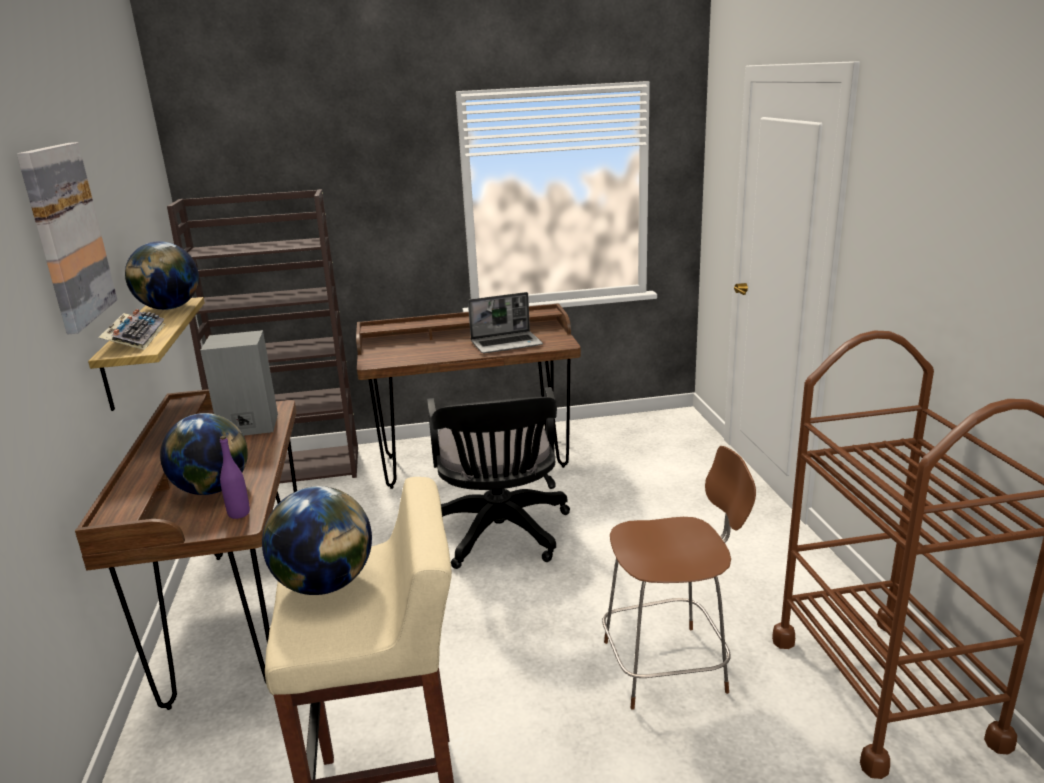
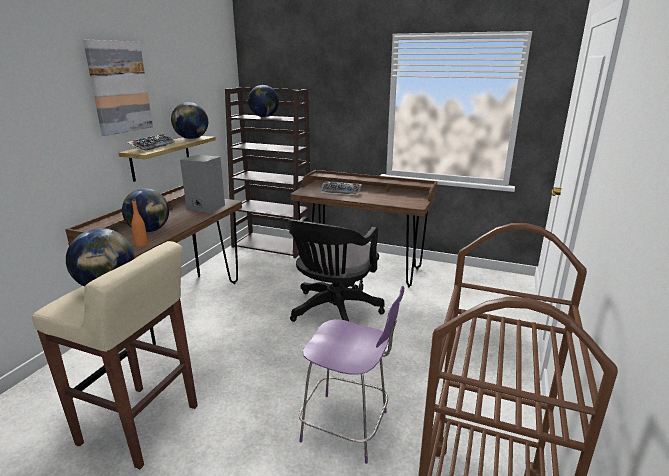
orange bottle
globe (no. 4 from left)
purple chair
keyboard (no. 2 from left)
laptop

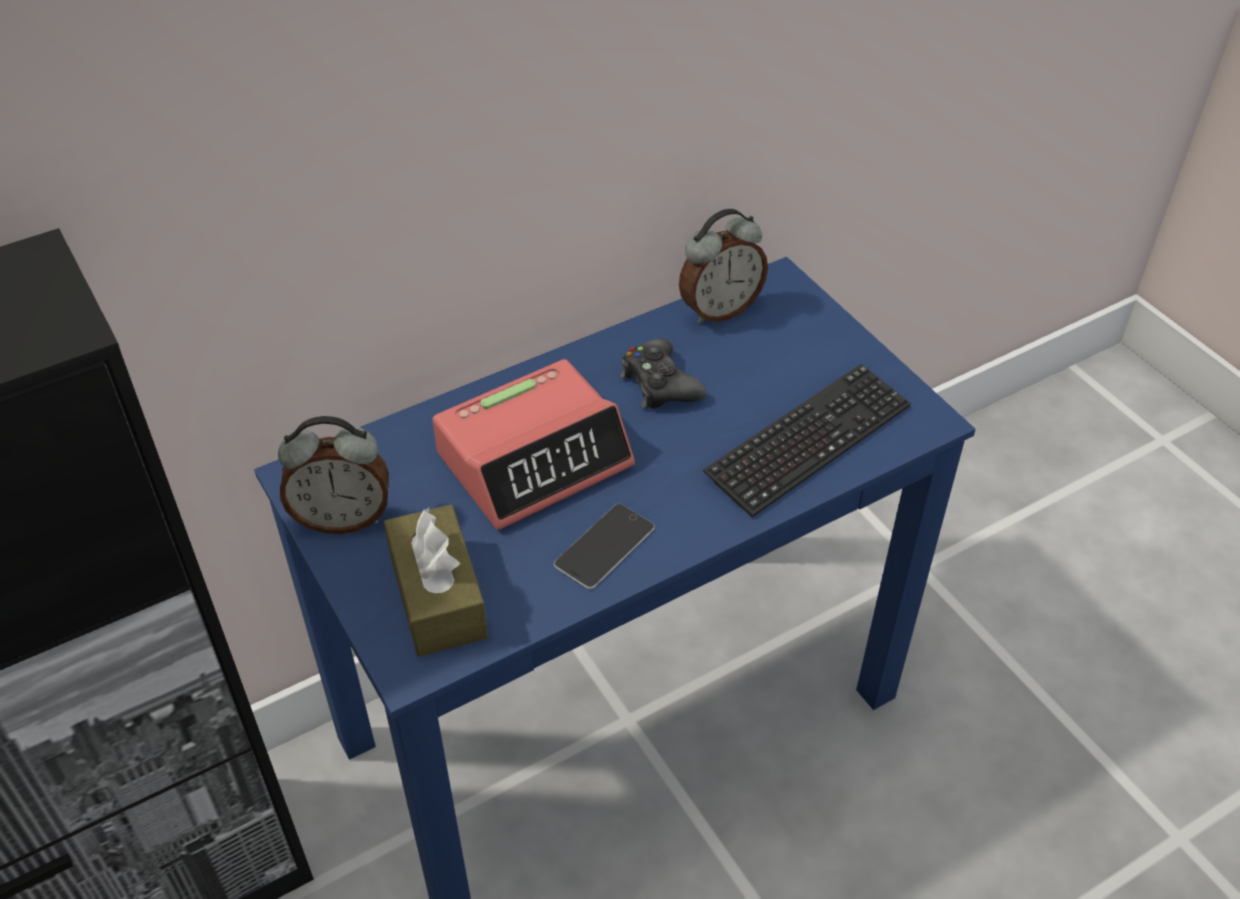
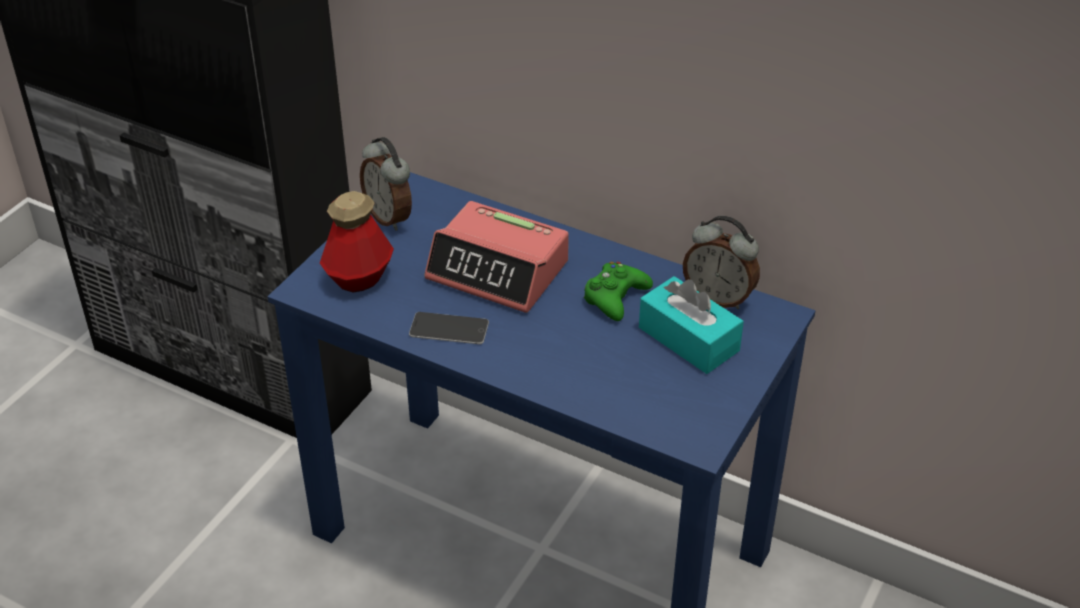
bottle
green game controller
turquoise tissue box
keyboard

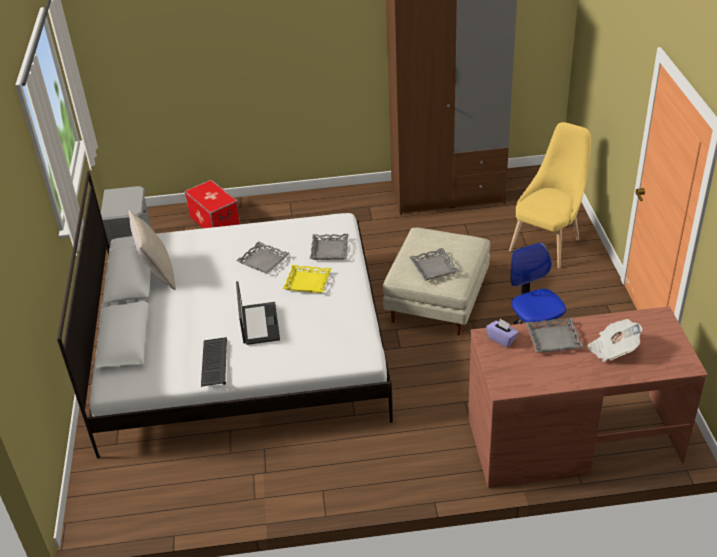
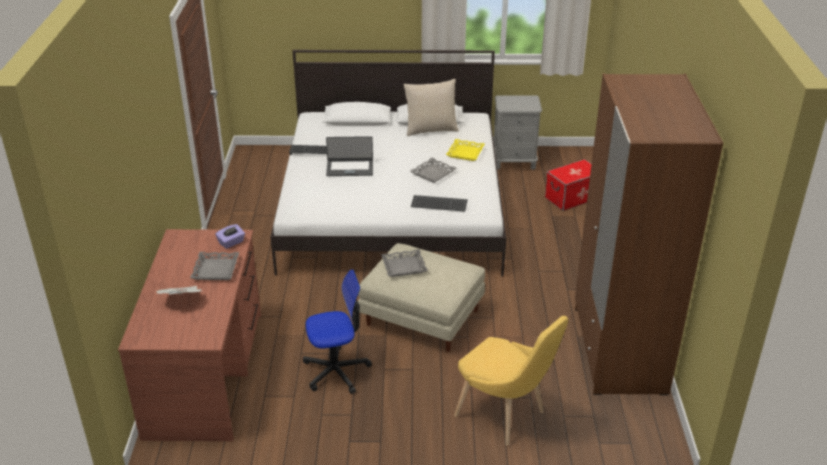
keyboard (no. 2 from left)
yellow tray

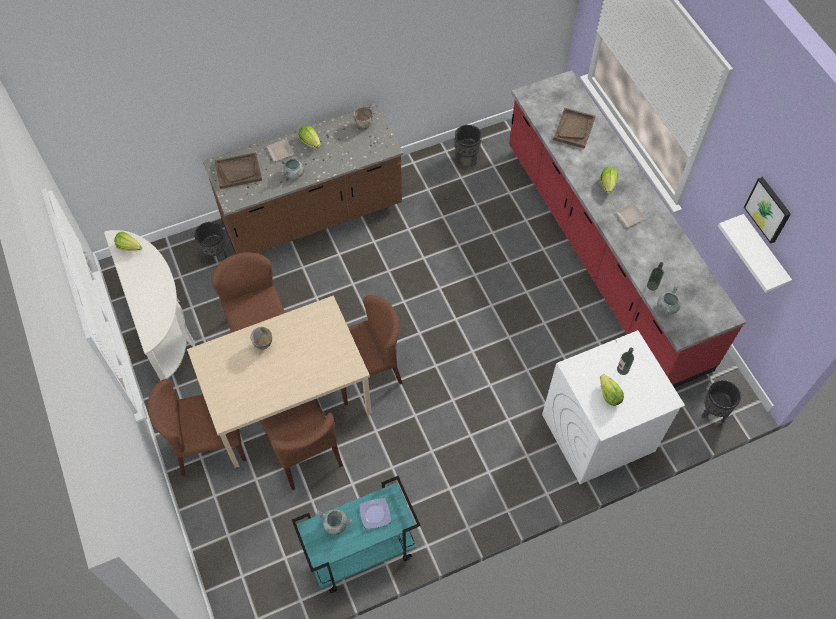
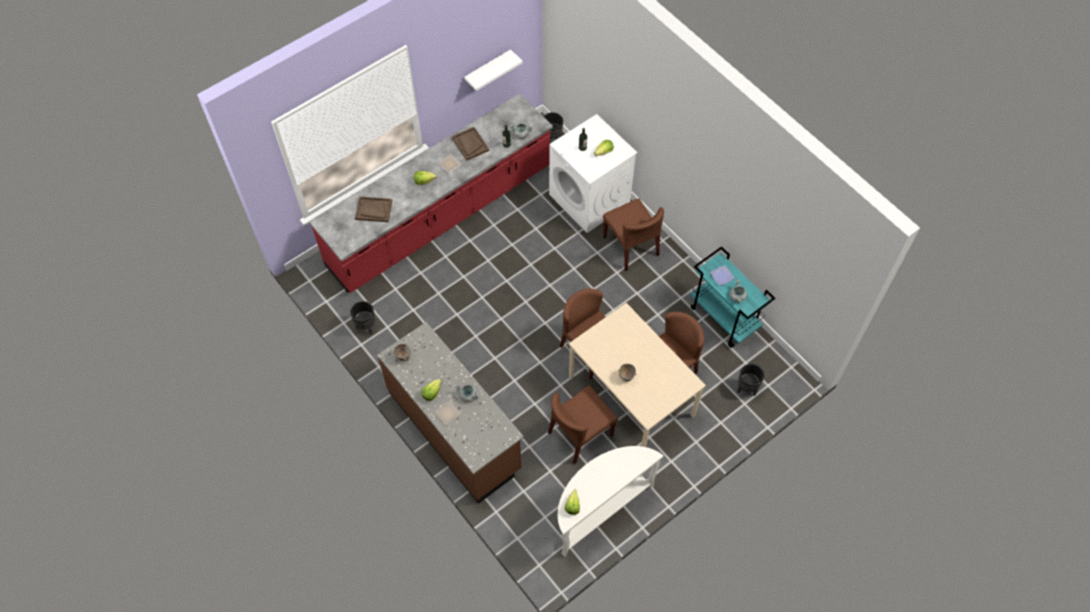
brown tray (no. 2 from left)
brown chair (no. 3 from left)
black planter (no. 3 from left)
picture

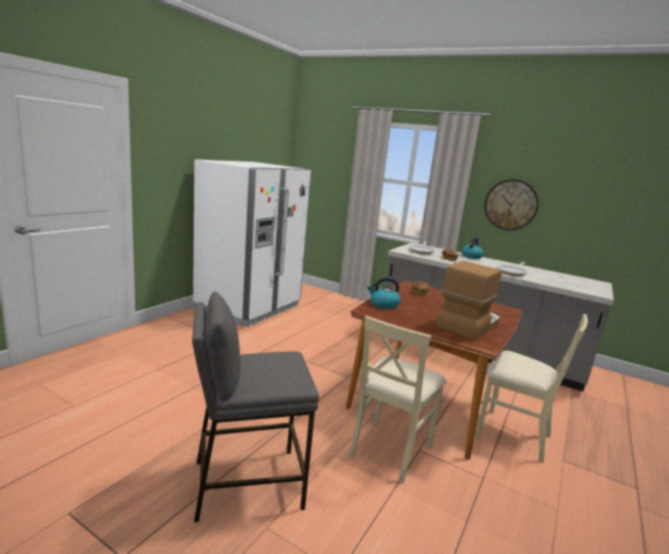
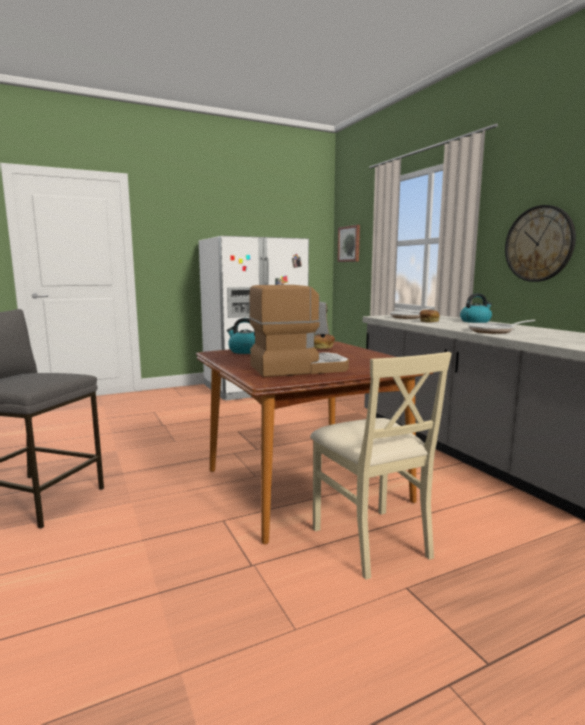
picture
beige chair (no. 1 from left in the first image)

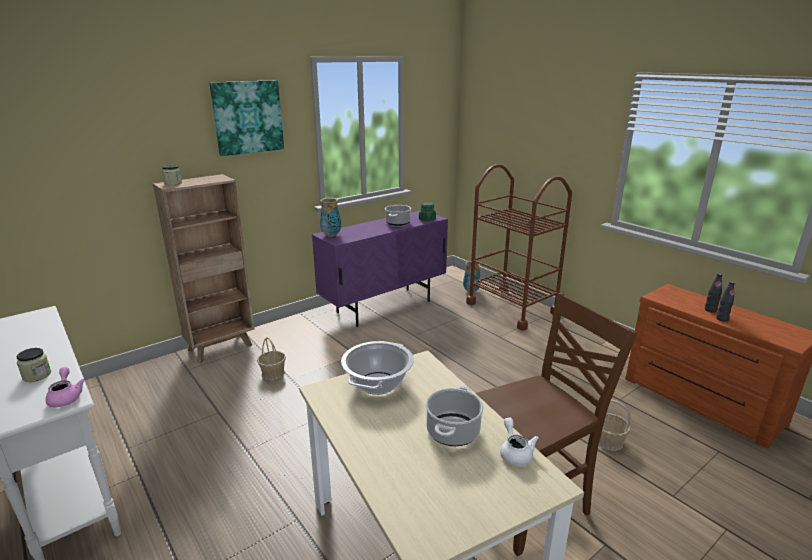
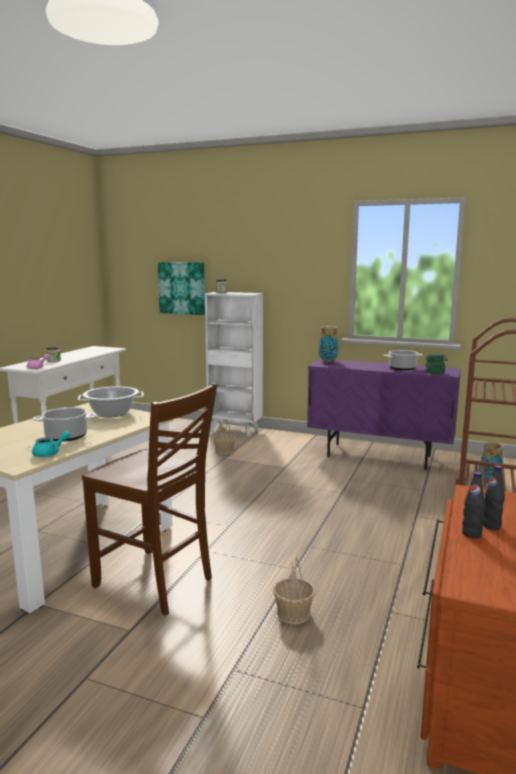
turquoise teapot
picture
white bookcase

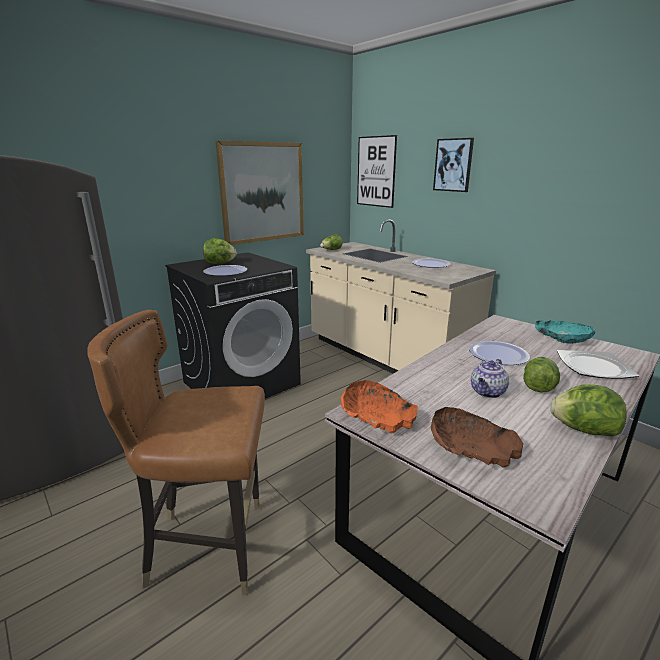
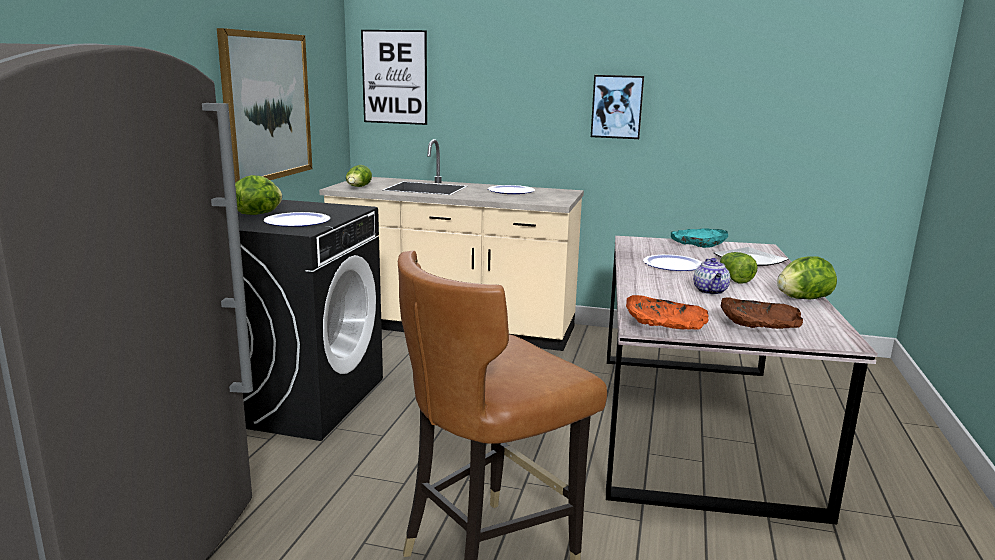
picture (no. 3 from left)

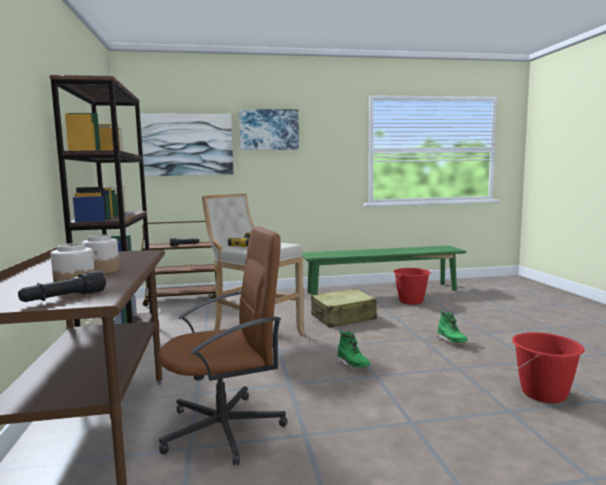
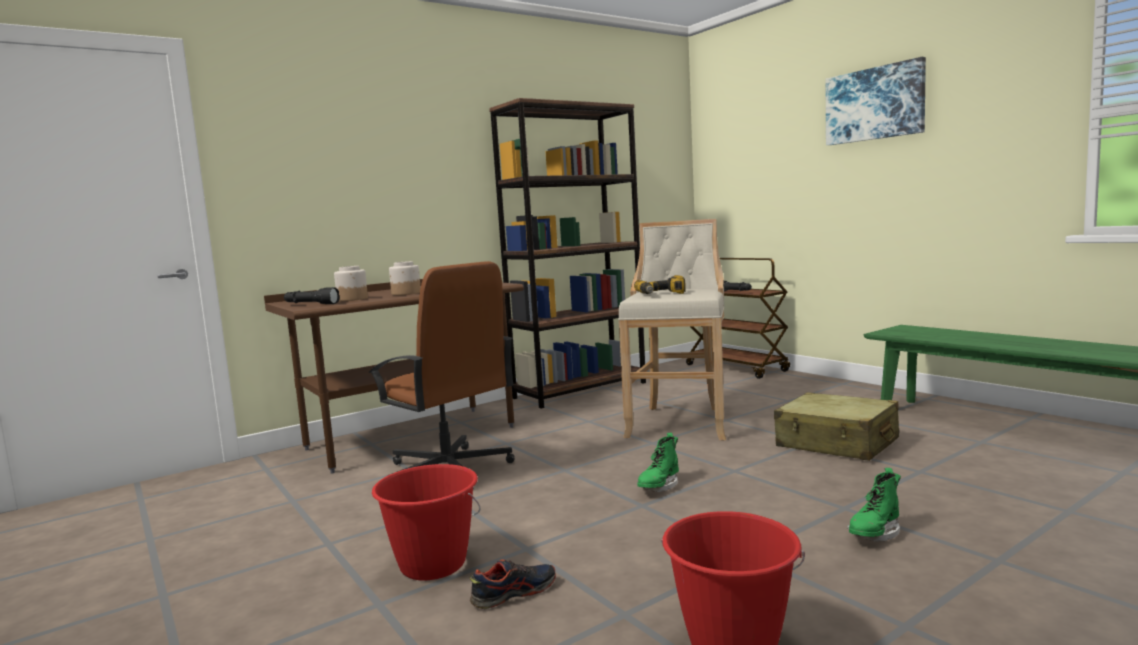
red bucket (no. 1 from left)
shoe
picture (no. 1 from left in the first image)

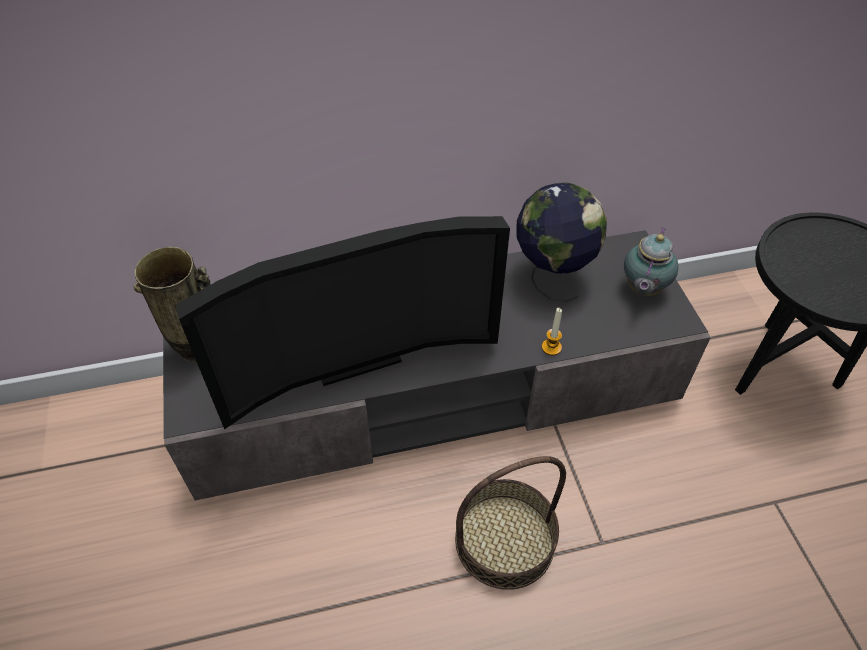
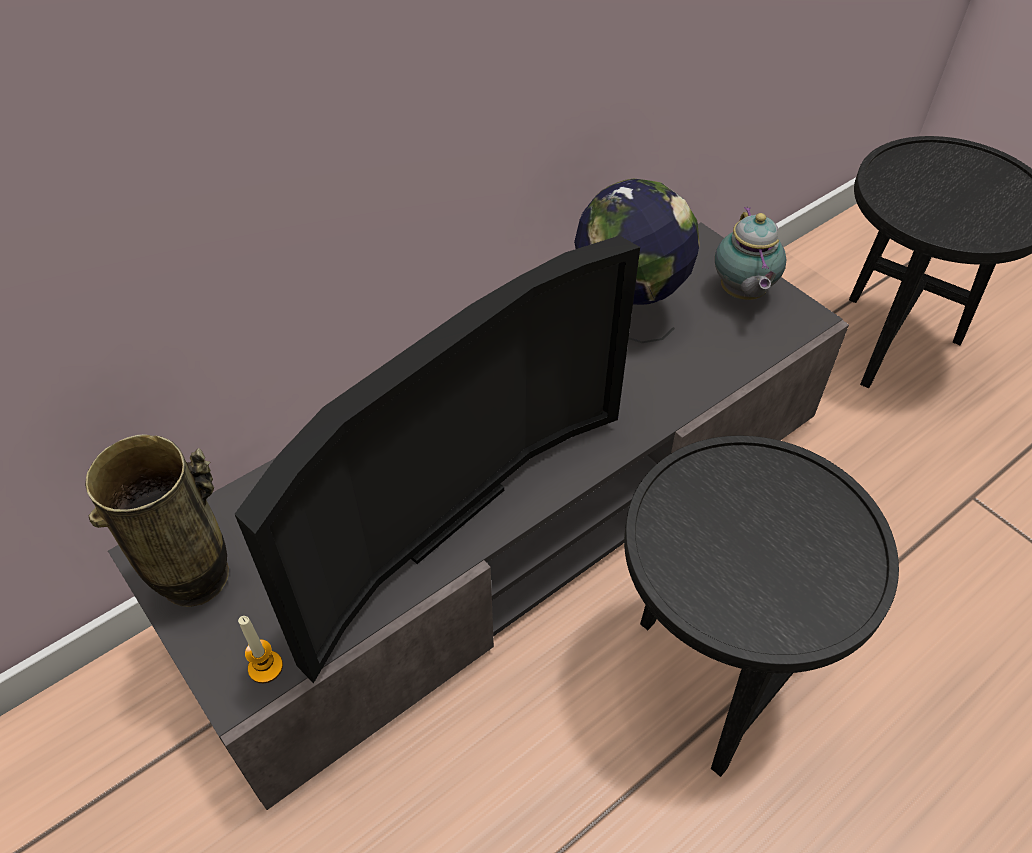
candle
black side table (no. 1 from left)

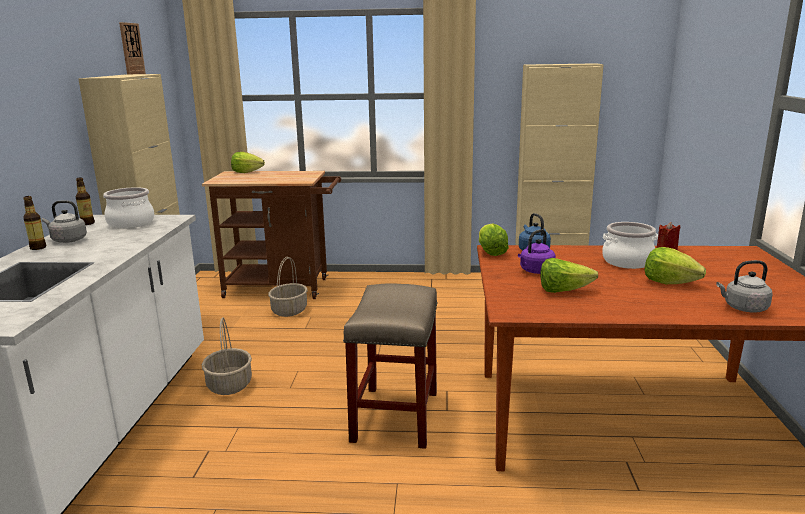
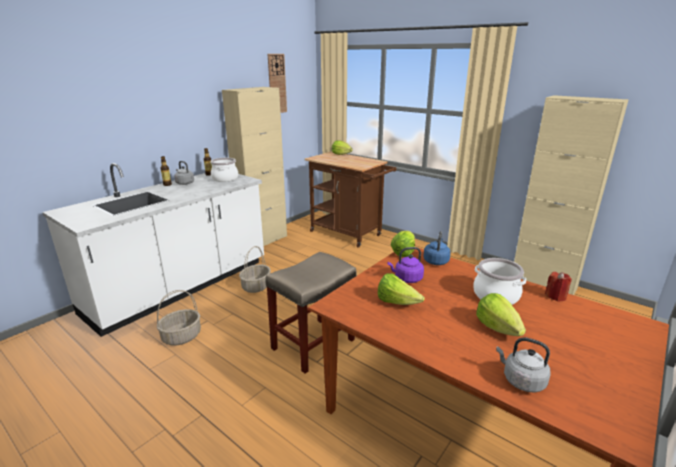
basket (no. 1 from left)

